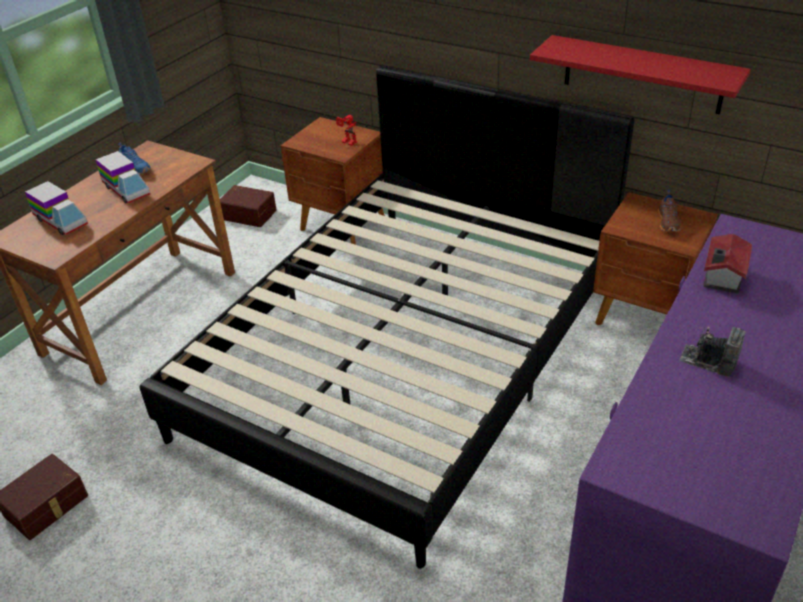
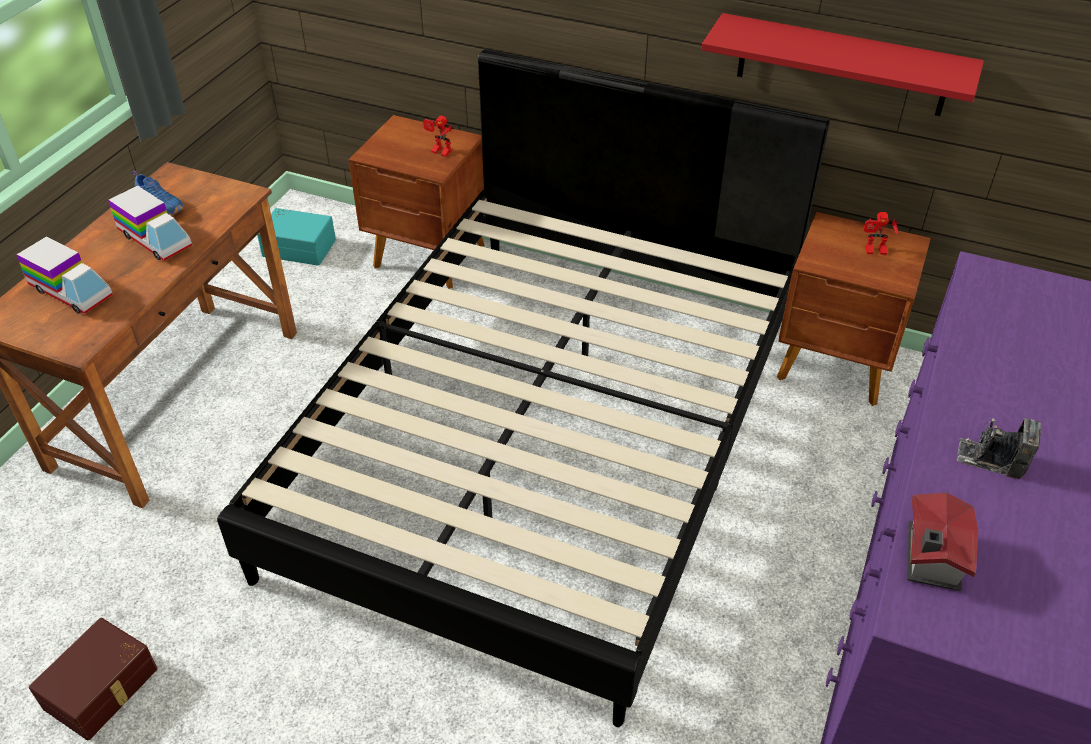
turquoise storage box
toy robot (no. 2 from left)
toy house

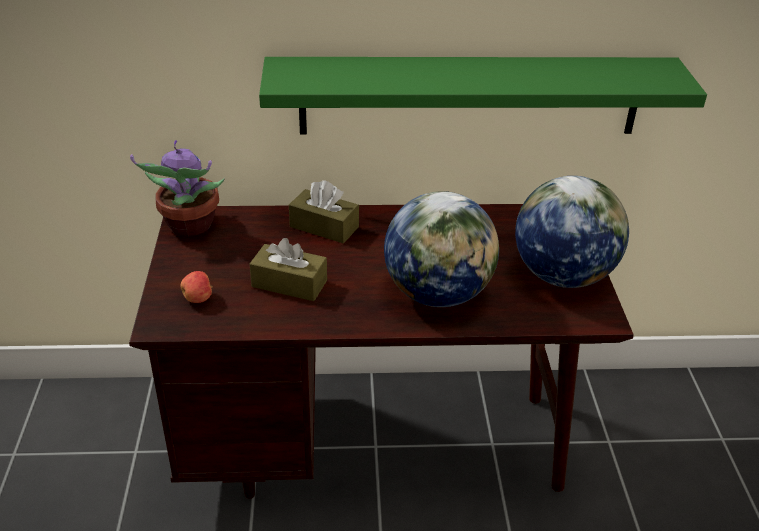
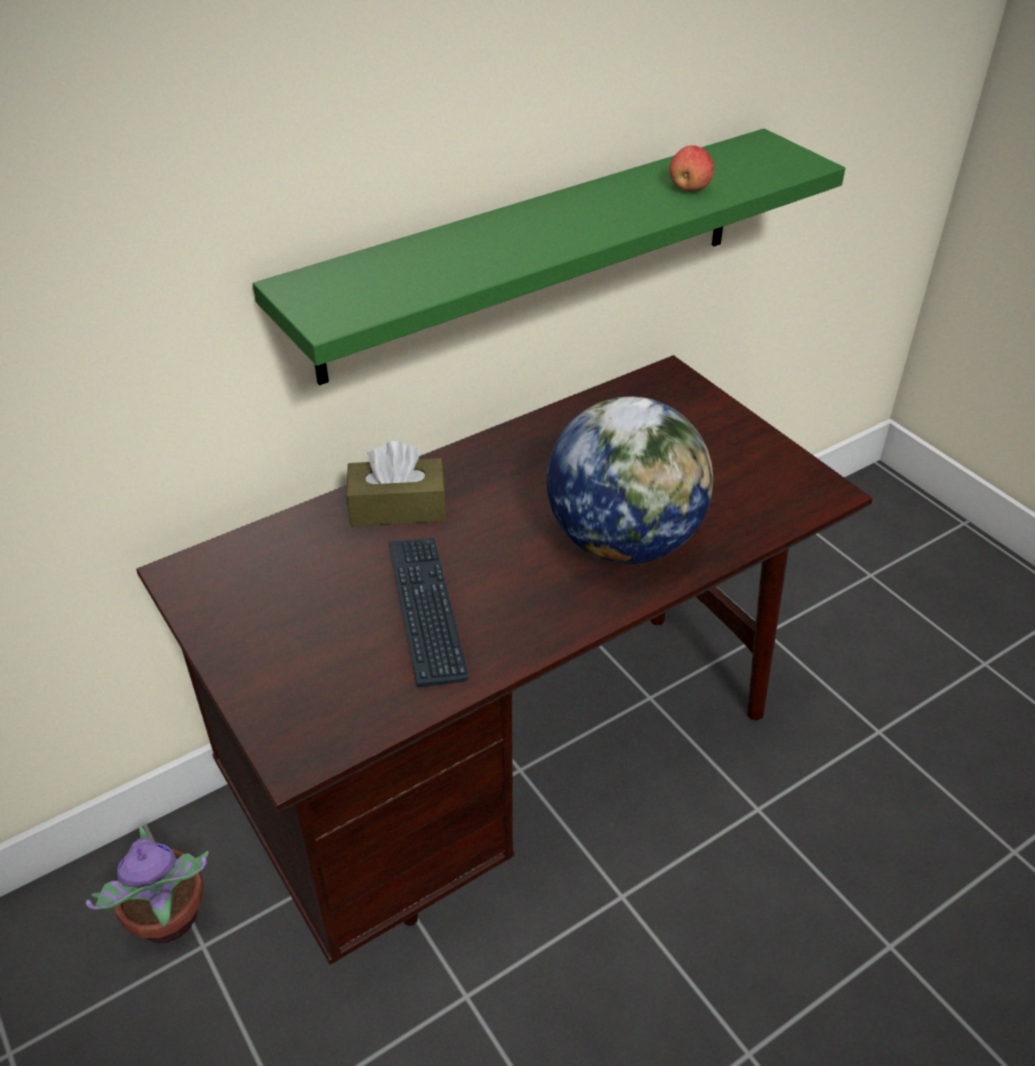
potted plant
keyboard
apple
globe (no. 2 from left in the first image)

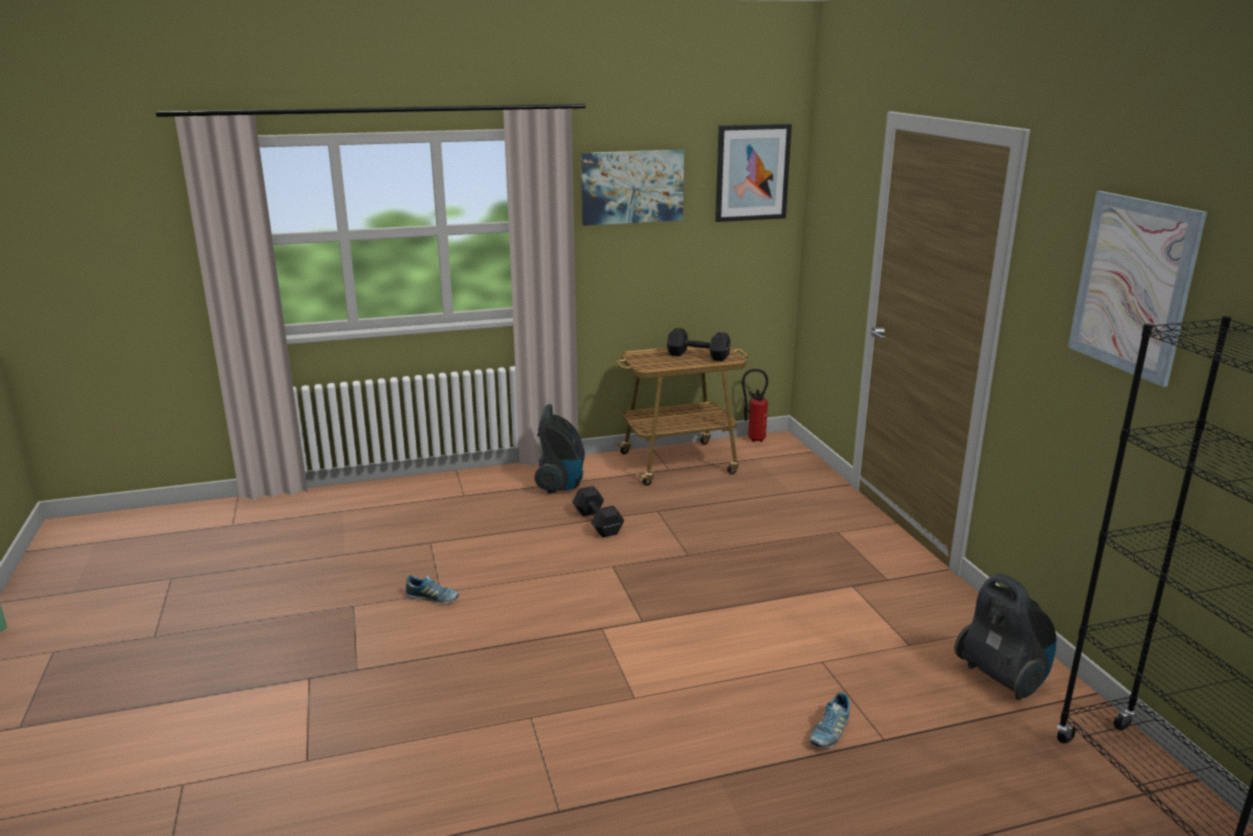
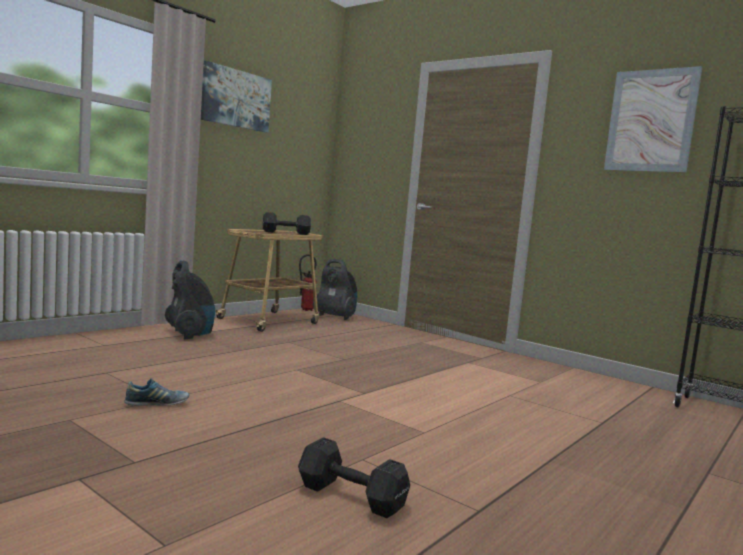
black dumbbell (no. 2 from left)
vacuum cleaner (no. 2 from left)
picture (no. 2 from left in the first image)
shoe (no. 2 from left in the first image)

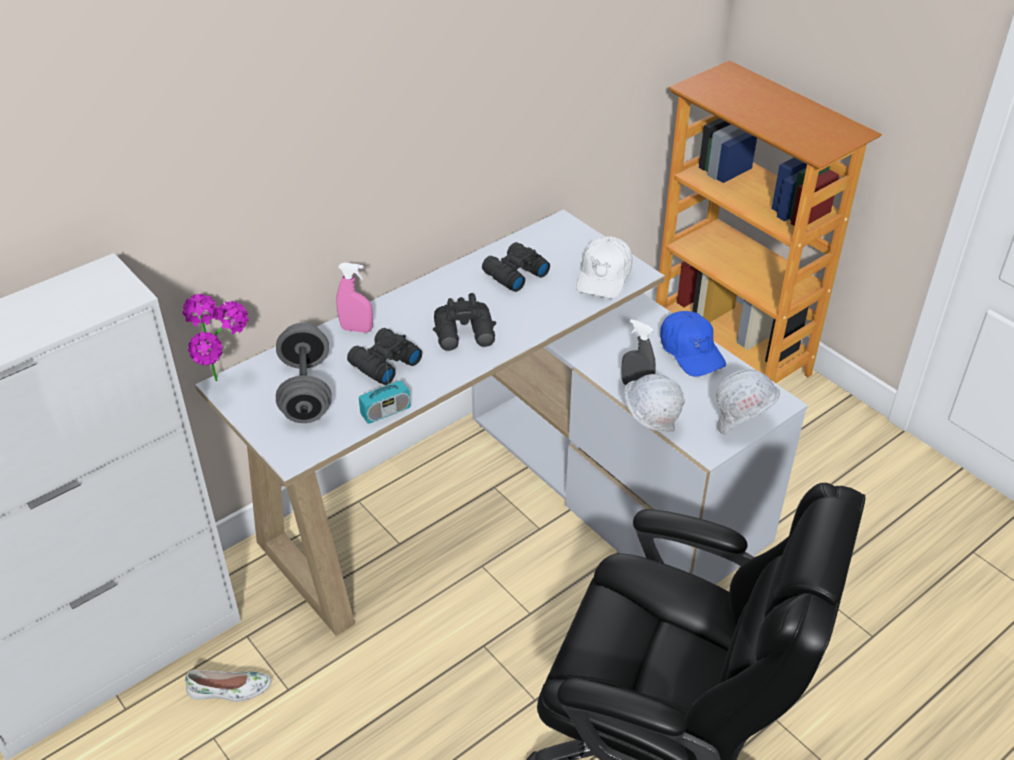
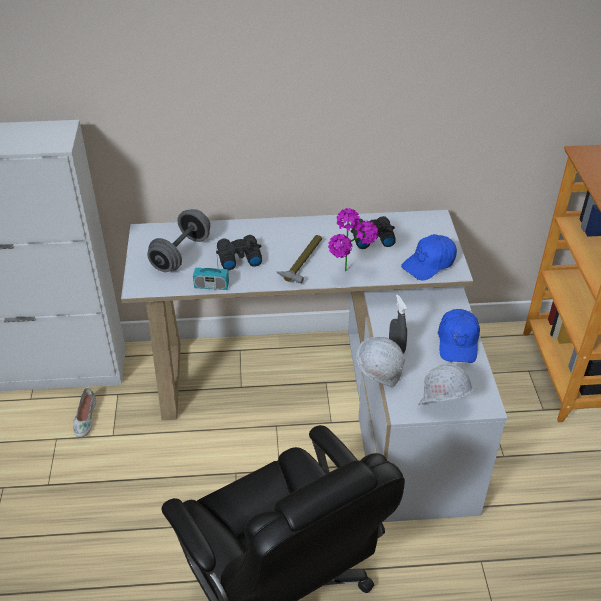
white shoe
hammer
potted plant
blue cap (no. 1 from left)
pink spray bottle

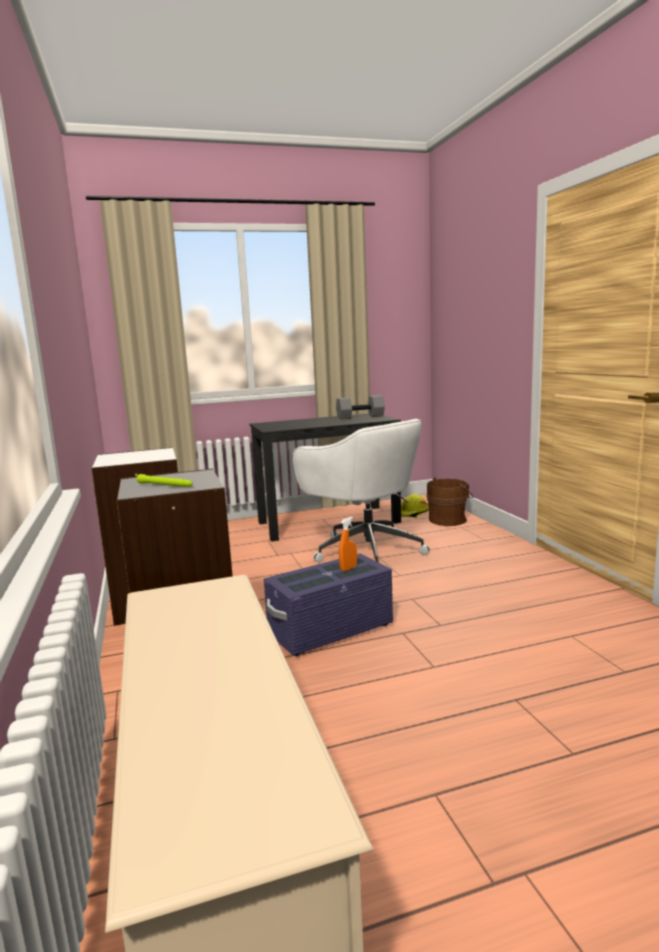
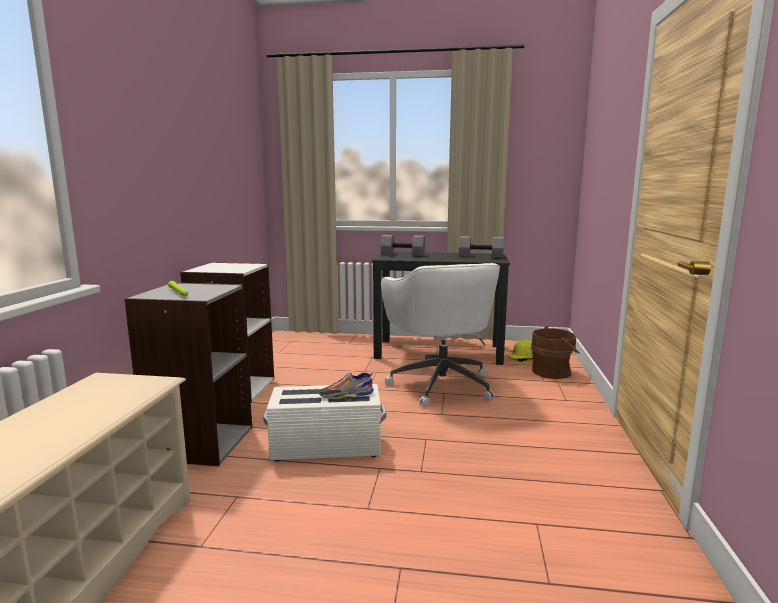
white storage box
shoe
grey dumbbell (no. 1 from left)

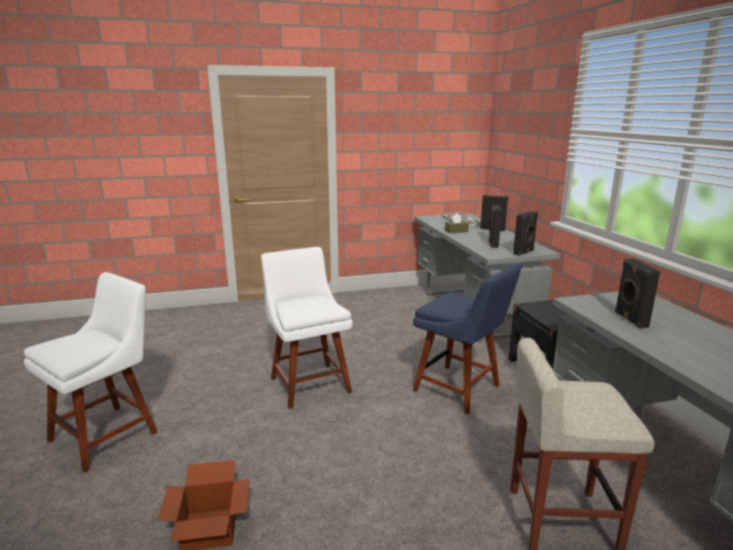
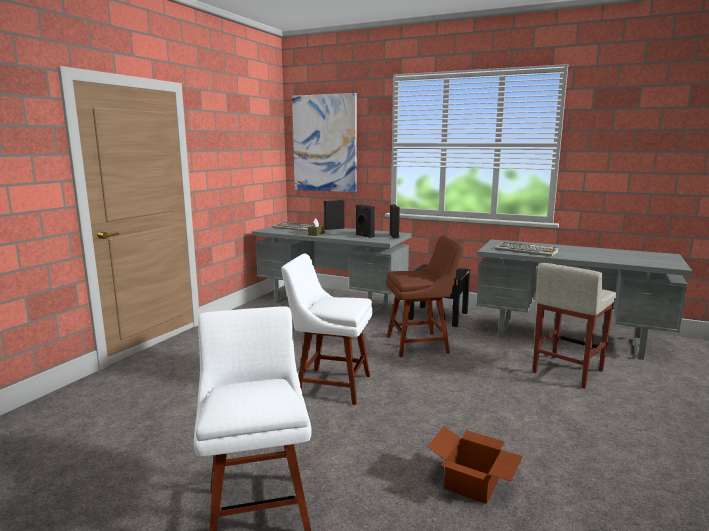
picture
brown chair
keyboard (no. 2 from left)

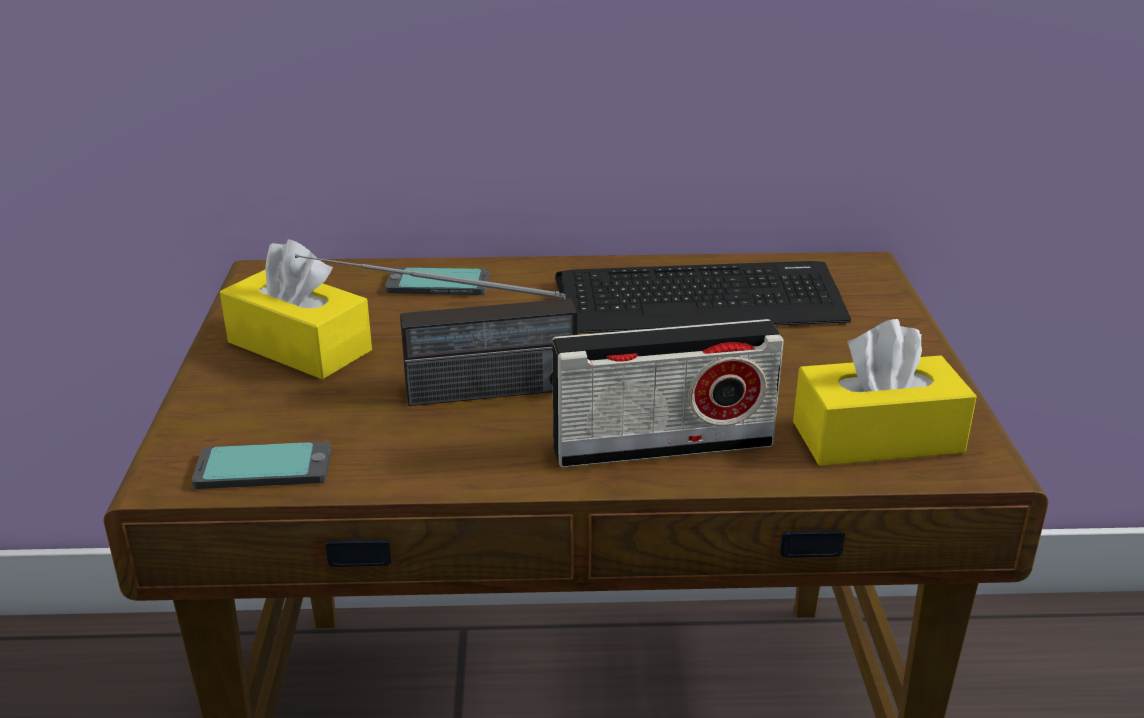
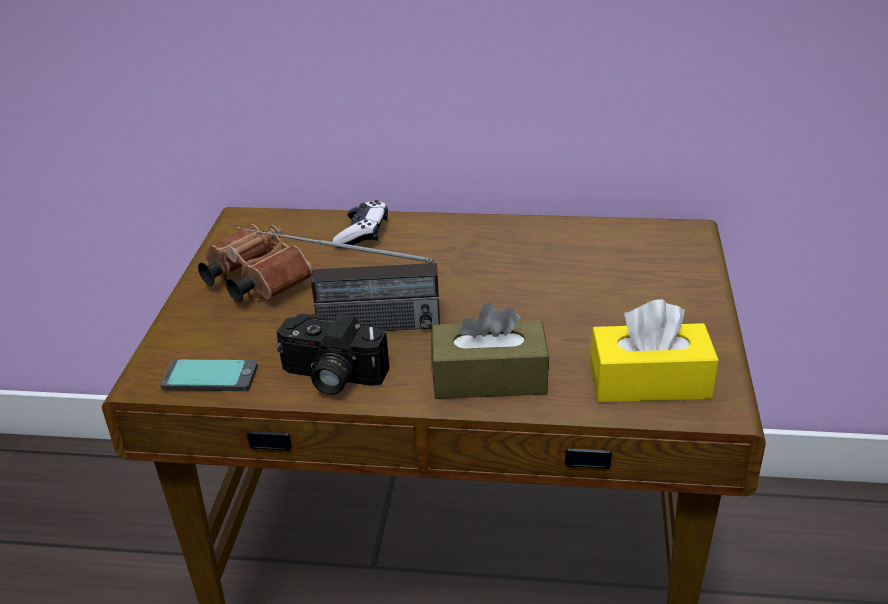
brown binoculars
photo camera
game controller
brown tissue box
keyboard

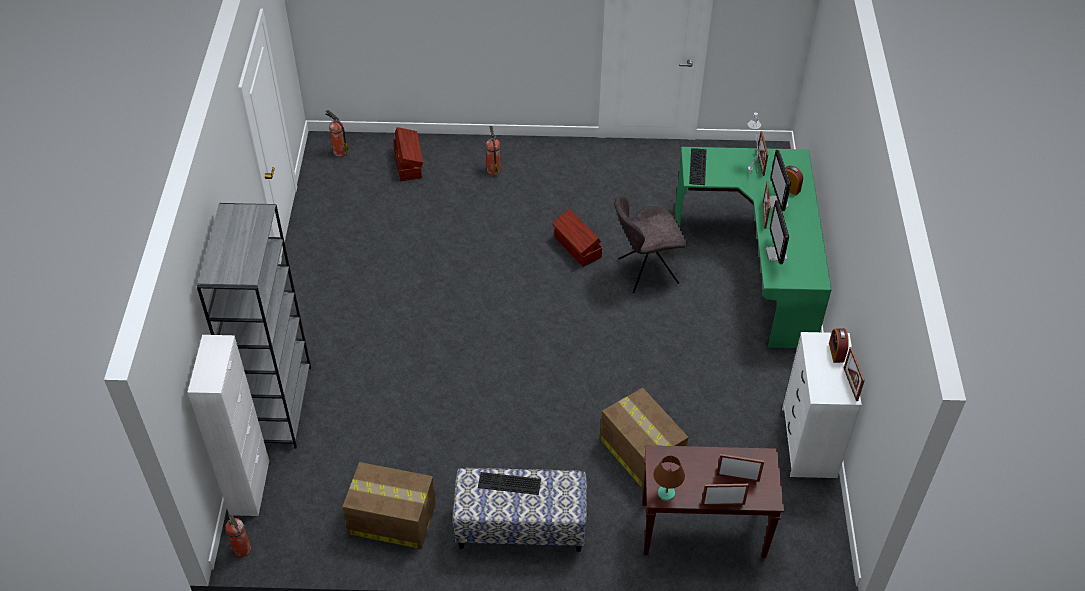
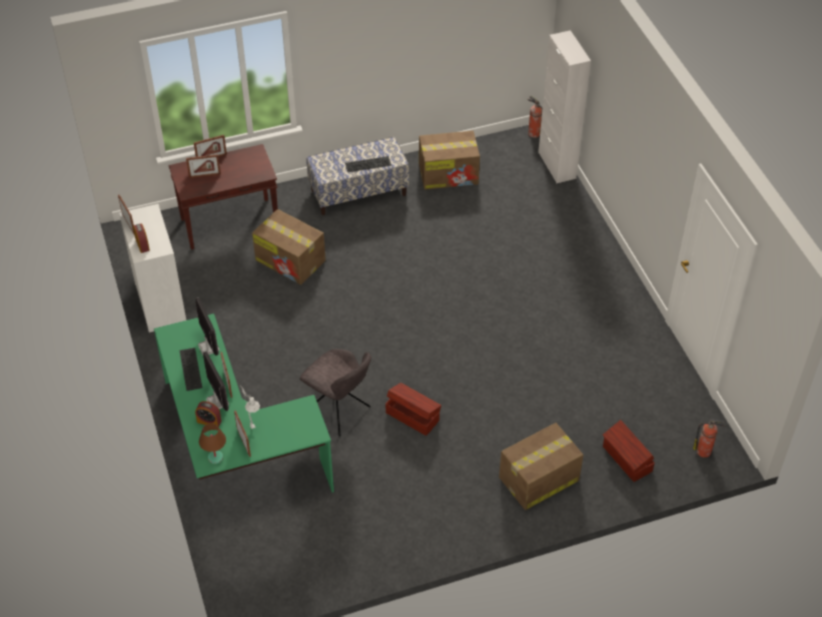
keyboard (no. 1 from left)
brown table lamp
grey chair
cardboard box (no. 3 from left)
grey bookcase

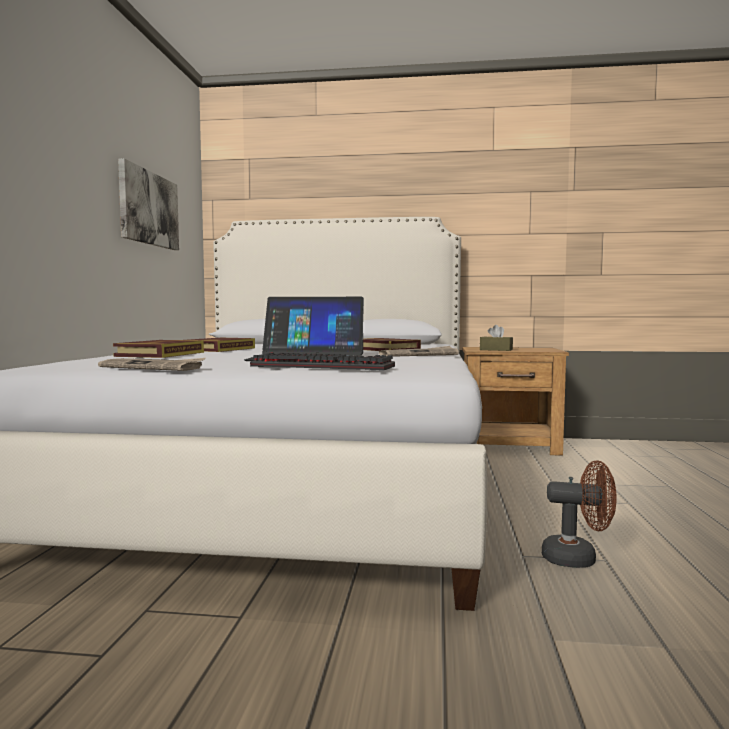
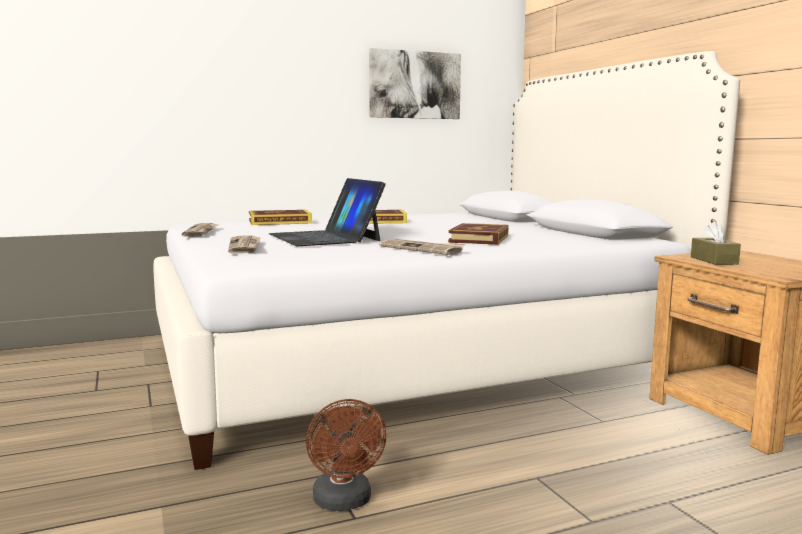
newspaper (no. 2 from left)

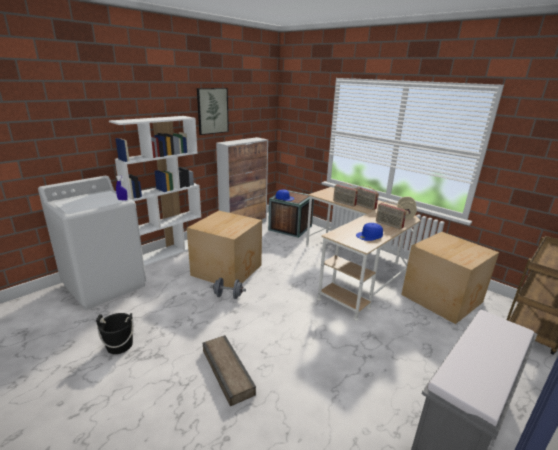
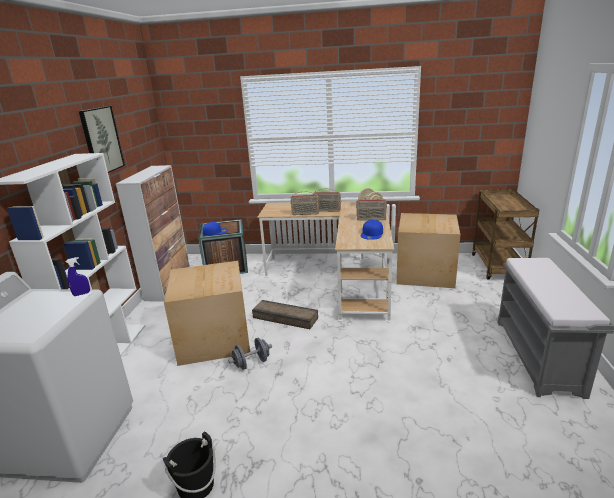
crate (no. 2 from left)

